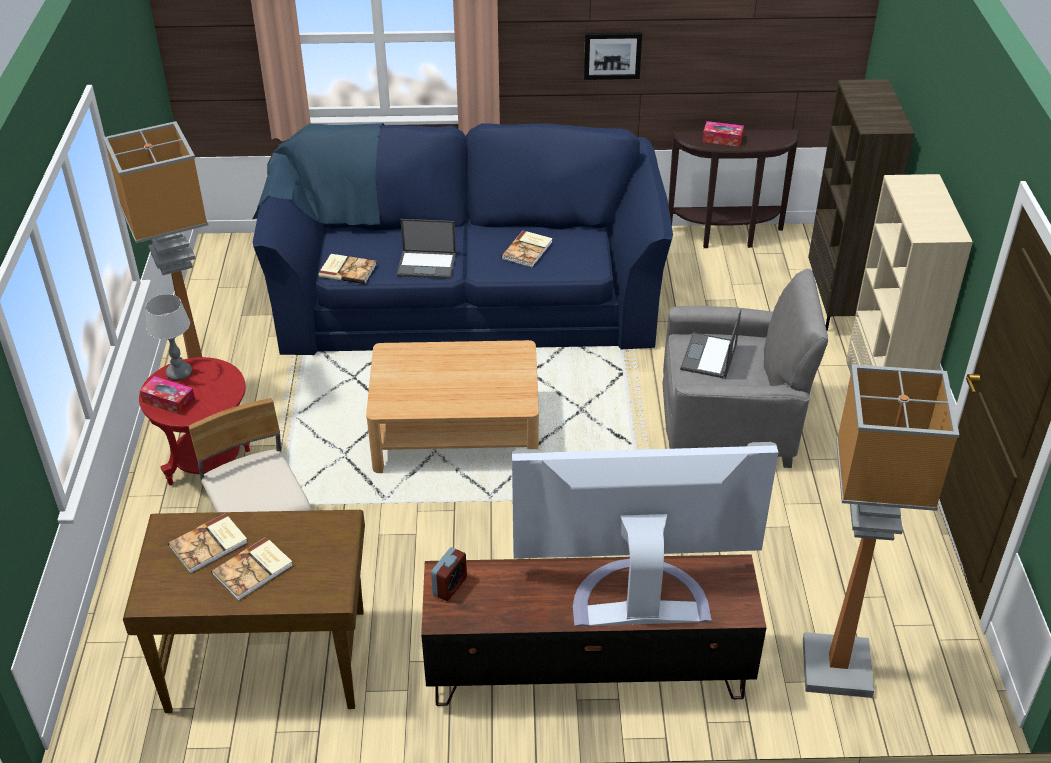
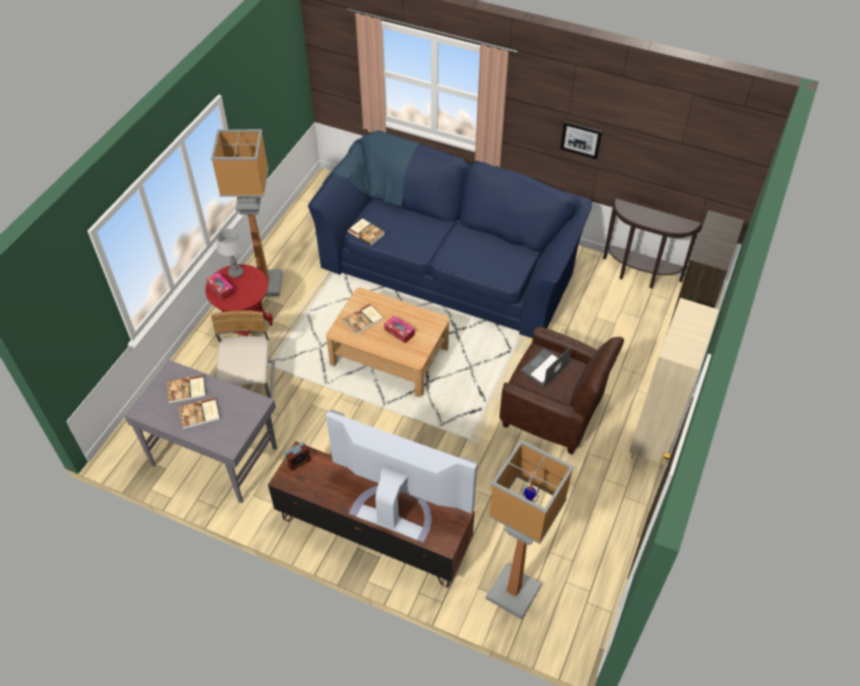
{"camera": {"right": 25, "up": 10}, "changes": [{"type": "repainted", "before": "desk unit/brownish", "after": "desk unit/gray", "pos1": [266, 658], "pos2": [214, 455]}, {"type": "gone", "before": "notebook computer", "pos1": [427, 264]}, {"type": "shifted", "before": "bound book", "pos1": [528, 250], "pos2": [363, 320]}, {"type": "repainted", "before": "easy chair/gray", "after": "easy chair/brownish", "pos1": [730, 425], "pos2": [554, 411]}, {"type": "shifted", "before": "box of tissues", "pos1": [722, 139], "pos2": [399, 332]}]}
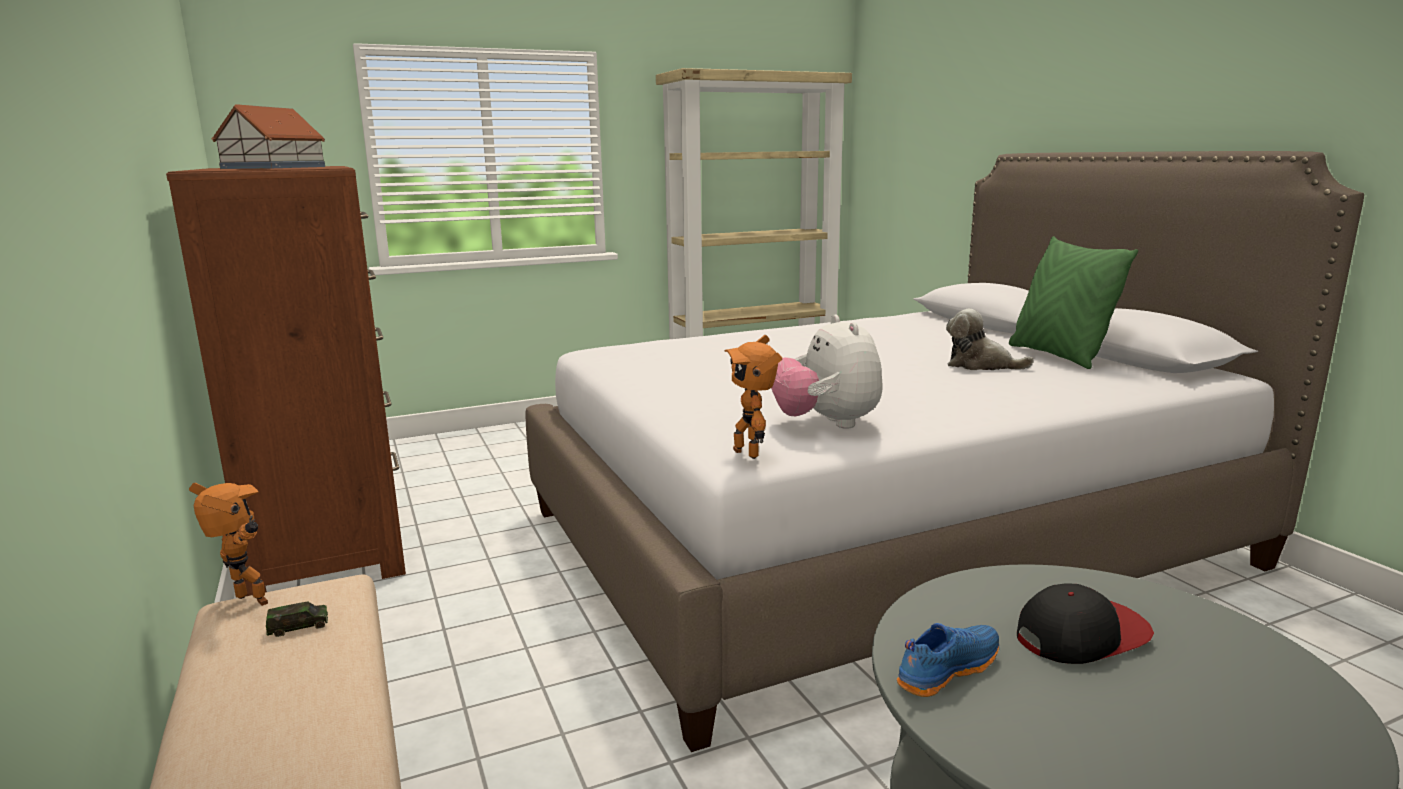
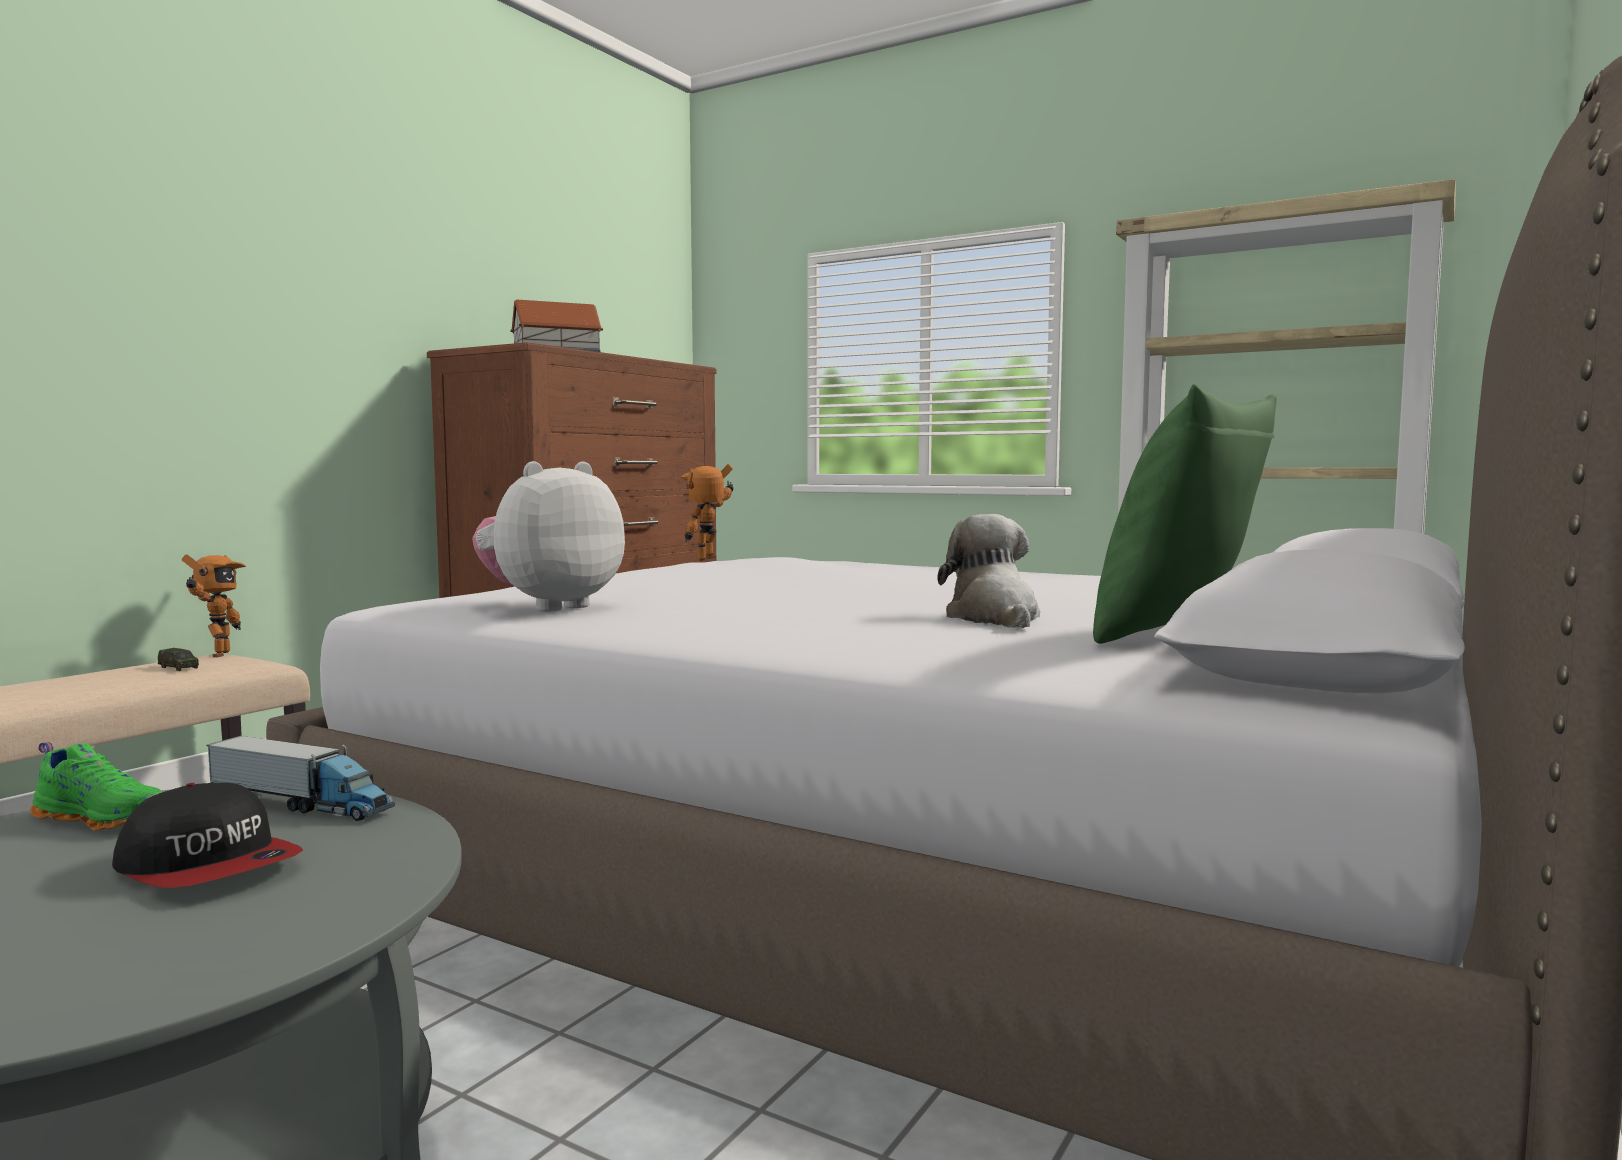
{"camera": {"right": 55, "up": -10}, "changes": [{"type": "shifted", "before": "toy robot", "pos1": [749, 452], "pos2": [710, 559]}, {"type": "repainted", "before": "item of footwear/blue-coloured", "after": "item of footwear/greenish", "pos1": [945, 670], "pos2": [104, 818]}, {"type": "new", "after": "toy truck", "pos2": [301, 804]}]}
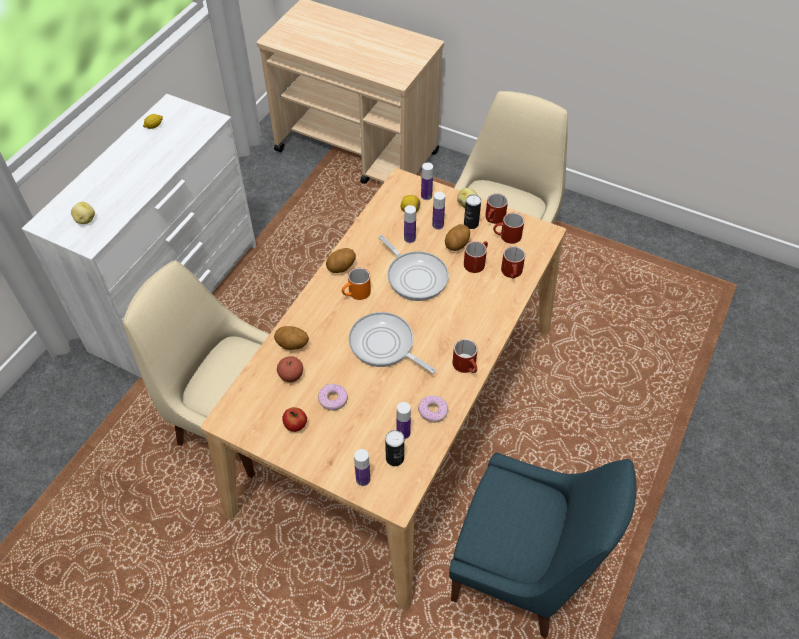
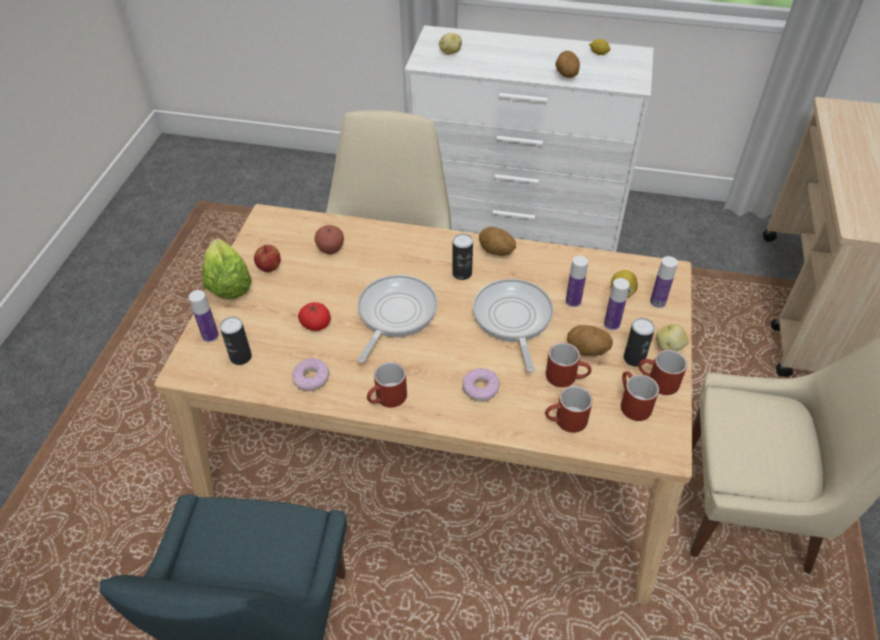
{"camera": {"right": 75, "up": -5}, "changes": [{"type": "shifted", "before": "spud", "pos1": [292, 345], "pos2": [566, 75]}, {"type": "shifted", "before": "doughnut", "pos1": [333, 400], "pos2": [480, 388]}, {"type": "swapped", "before": "coffee mug/orangey", "after": "metal can", "pos1": [356, 294], "pos2": [462, 273]}, {"type": "rotated", "before": "pan", "pos1": [415, 276], "pos2": [513, 319], "turn": 135}, {"type": "gone", "before": "bottle", "pos1": [403, 433]}, {"type": "new", "after": "lettuce head", "pos2": [227, 283]}, {"type": "new", "after": "whole tomato", "pos2": [316, 324]}]}
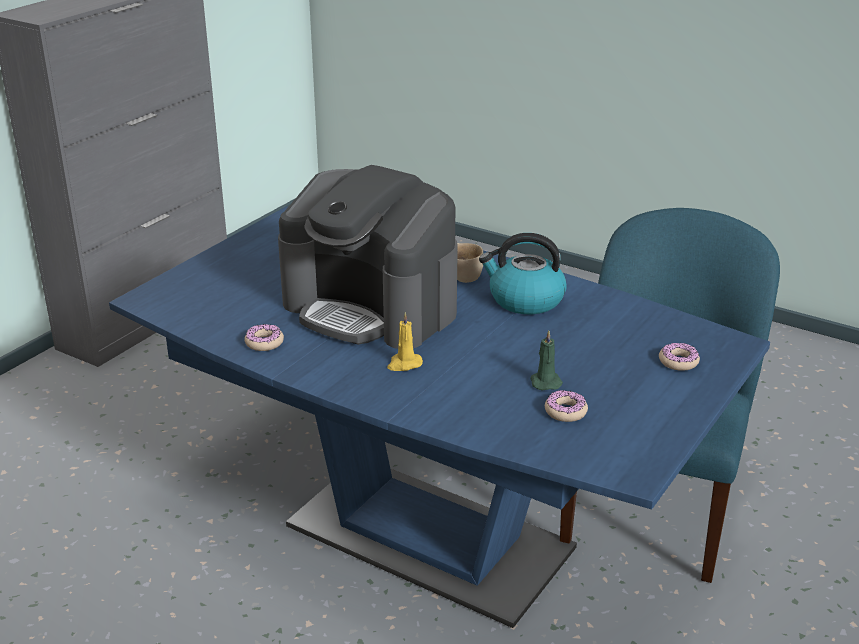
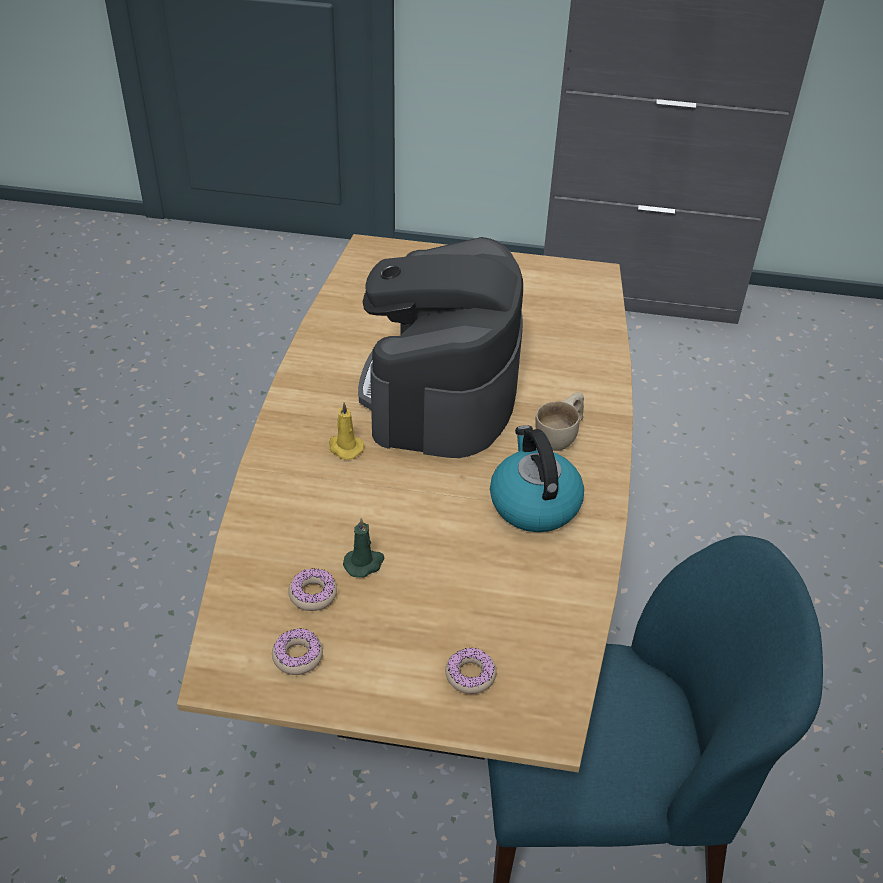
{"camera": {"right": 65, "up": 15}, "changes": [{"type": "repainted", "before": "dinner table/blue-coloured", "after": "dinner table/brownish", "pos1": [429, 538], "pos2": [434, 627]}, {"type": "shifted", "before": "doughnut", "pos1": [264, 343], "pos2": [297, 656]}]}
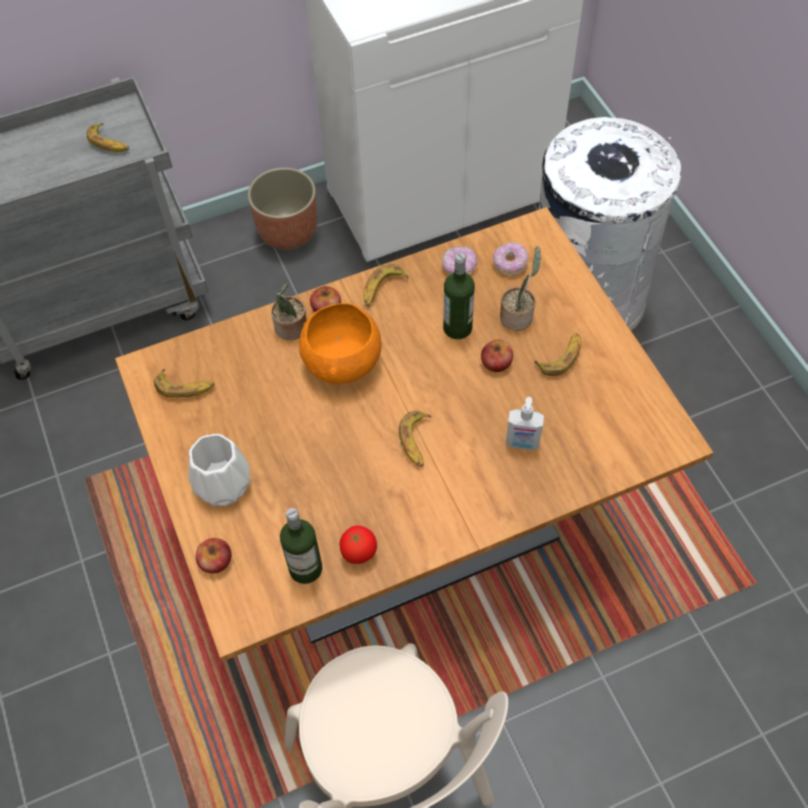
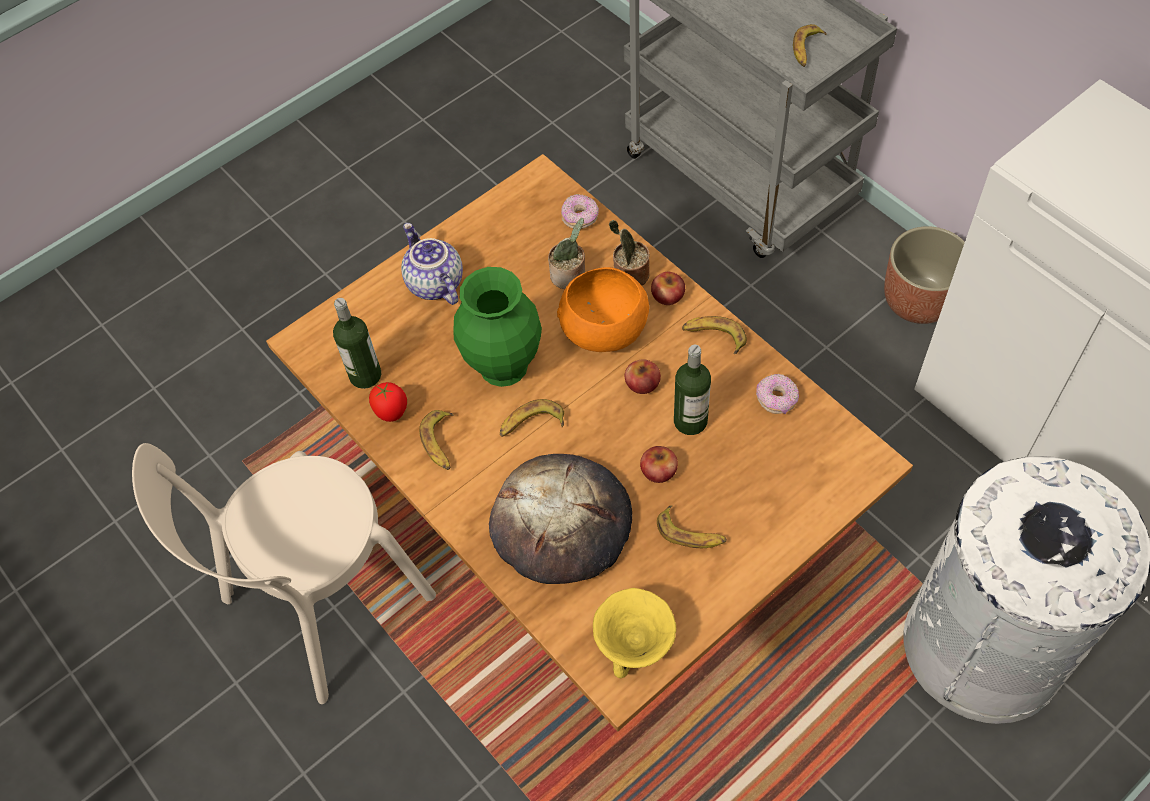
{"camera": {"right": 75, "up": 0}, "changes": [{"type": "shifted", "before": "banana fruit", "pos1": [185, 387], "pos2": [440, 443]}, {"type": "swapped", "before": "vase/whitish", "after": "tea pot", "pos1": [224, 485], "pos2": [433, 284]}, {"type": "shifted", "before": "apple fruit", "pos1": [215, 560], "pos2": [642, 383]}, {"type": "shifted", "before": "doughnut", "pos1": [509, 264], "pos2": [580, 218]}, {"type": "shifted", "before": "plant in a pot", "pos1": [518, 316], "pos2": [570, 276]}, {"type": "swapped", "before": "liquid soap bottle", "after": "baked bread", "pos1": [522, 443], "pos2": [562, 522]}, {"type": "new", "after": "vase/greenish", "pos2": [504, 364]}, {"type": "new", "after": "deep dish/yellow-coloured", "pos2": [635, 645]}]}
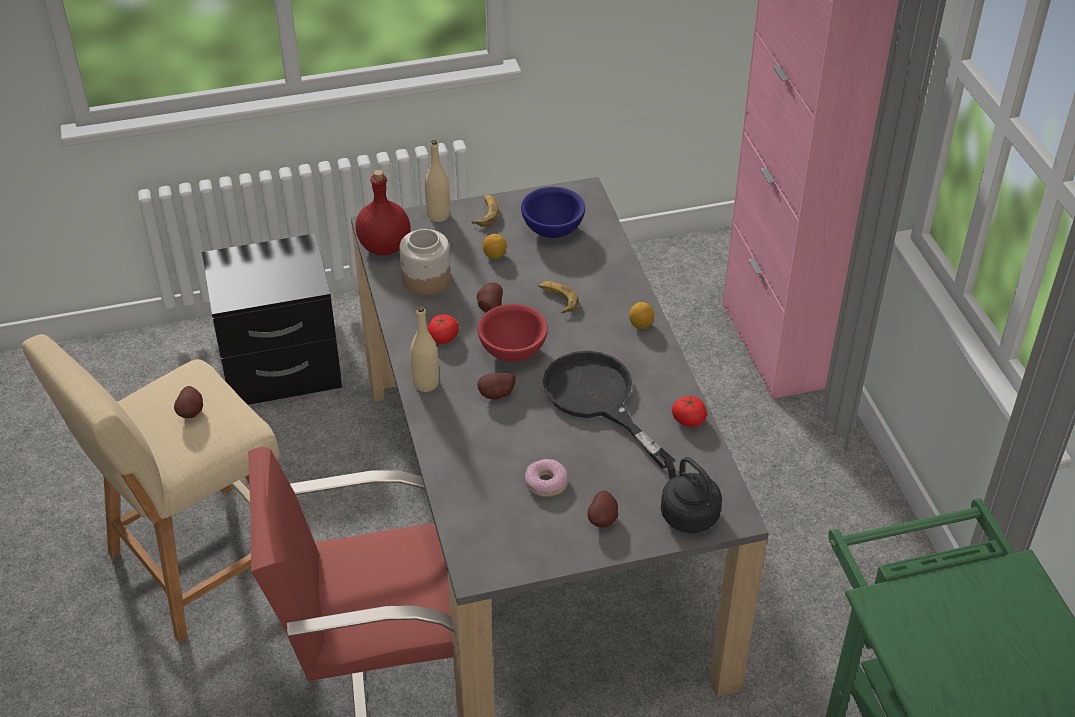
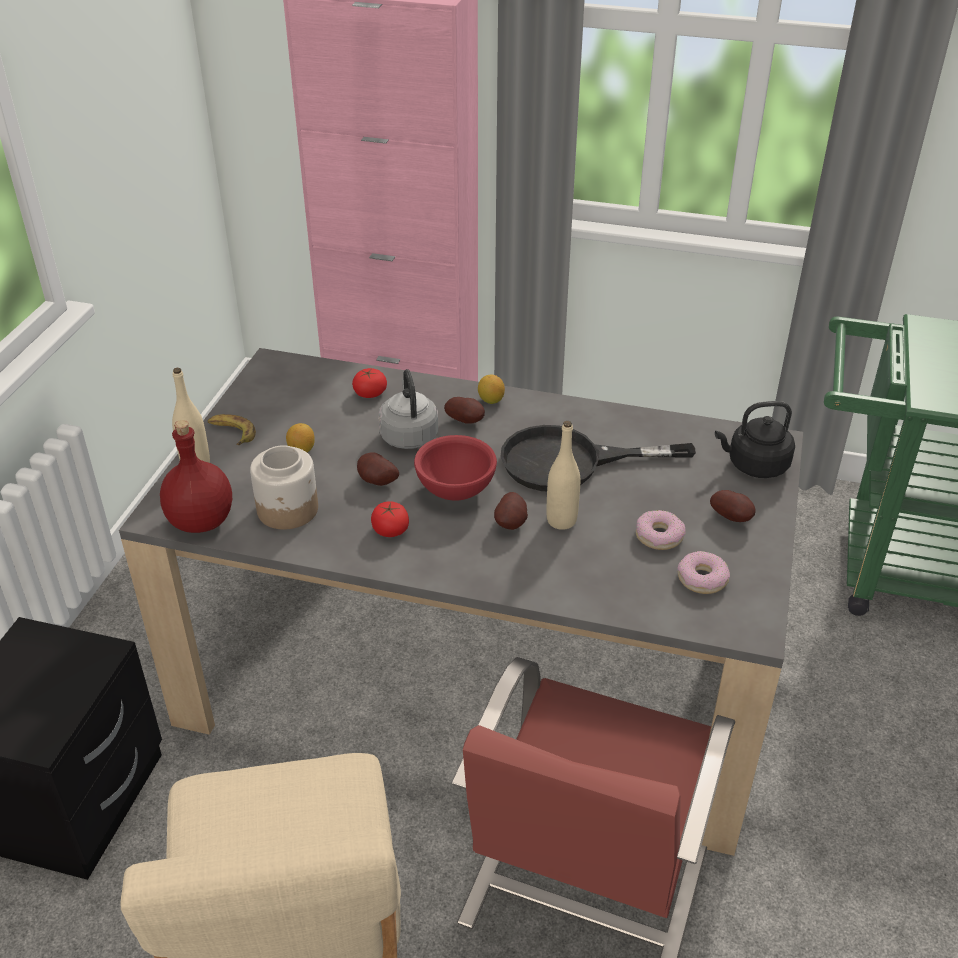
{"camera": {"right": -60, "up": -5}, "changes": [{"type": "shifted", "before": "spud", "pos1": [192, 412], "pos2": [466, 421]}, {"type": "shifted", "before": "bottle/beige-coloured", "pos1": [426, 383], "pos2": [561, 520]}, {"type": "gone", "before": "deep dish/blue-coloured", "pos1": [553, 230]}, {"type": "swapped", "before": "banana fruit", "after": "kettle/gray", "pos1": [557, 299], "pos2": [408, 435]}, {"type": "shifted", "before": "whole tomato", "pos1": [688, 419], "pos2": [370, 393]}, {"type": "new", "after": "doughnut", "pos2": [702, 579]}]}
